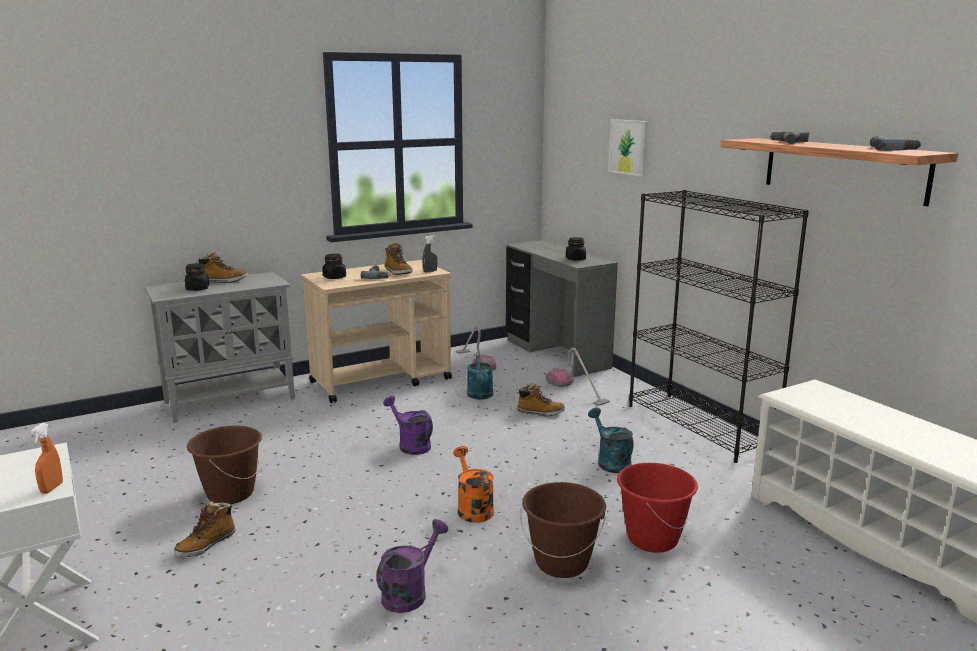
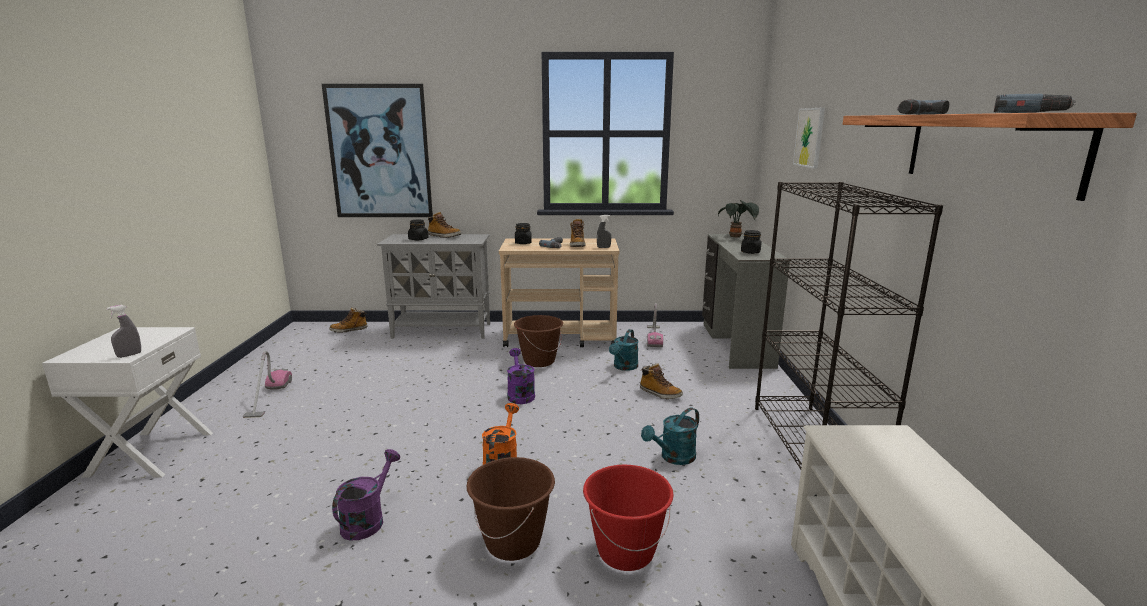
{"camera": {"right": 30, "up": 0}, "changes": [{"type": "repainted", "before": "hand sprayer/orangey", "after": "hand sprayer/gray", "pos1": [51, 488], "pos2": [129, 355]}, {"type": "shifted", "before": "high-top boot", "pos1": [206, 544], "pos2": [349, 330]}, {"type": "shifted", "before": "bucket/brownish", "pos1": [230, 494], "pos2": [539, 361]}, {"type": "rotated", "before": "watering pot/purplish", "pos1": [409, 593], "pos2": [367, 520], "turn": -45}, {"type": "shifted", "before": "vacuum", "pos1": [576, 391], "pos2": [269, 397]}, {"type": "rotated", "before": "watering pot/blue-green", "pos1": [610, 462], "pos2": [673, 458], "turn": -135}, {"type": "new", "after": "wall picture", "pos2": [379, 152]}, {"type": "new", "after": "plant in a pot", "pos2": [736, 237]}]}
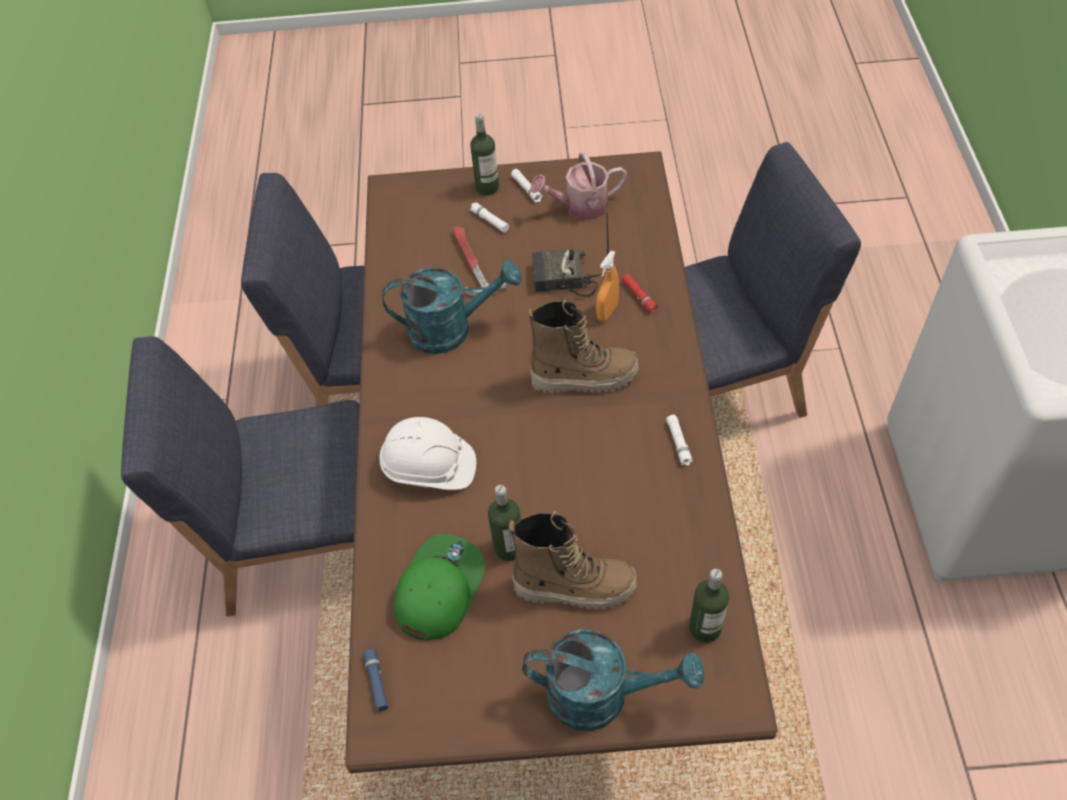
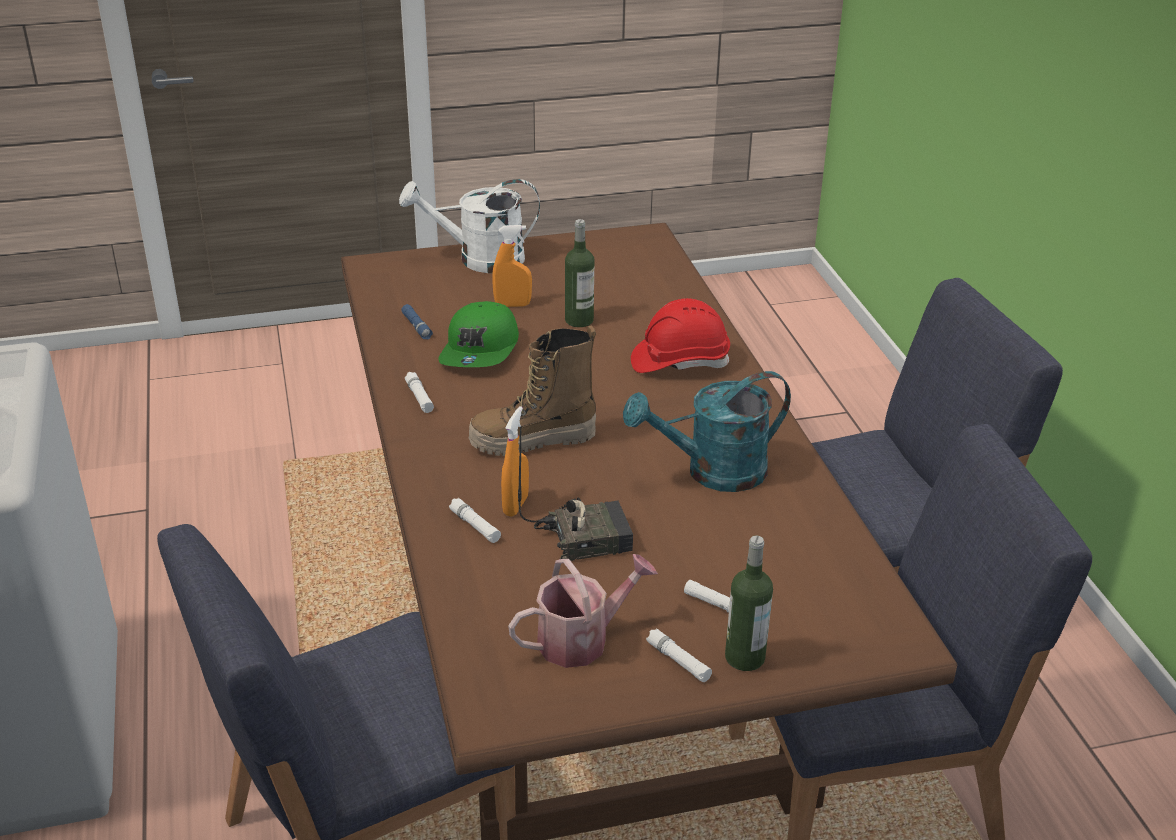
{"camera": {"right": 165, "up": -20}, "changes": [{"type": "shifted", "before": "torch/blue-coloured", "pos1": [376, 681], "pos2": [417, 326]}, {"type": "repainted", "before": "hard hat/whitish", "after": "hard hat/red", "pos1": [429, 467], "pos2": [679, 361]}, {"type": "shifted", "before": "cap/greenish", "pos1": [438, 589], "pos2": [481, 350]}, {"type": "gone", "before": "tool hammer", "pos1": [471, 264]}, {"type": "swapped", "before": "high-top boot", "after": "hand sprayer/orangey", "pos1": [574, 586], "pos2": [512, 305]}, {"type": "repainted", "before": "watering pot/blue-green", "after": "watering pot/whitish", "pos1": [602, 695], "pos2": [479, 259]}, {"type": "repainted", "before": "torch/red", "after": "torch/whitish", "pos1": [639, 296], "pos2": [475, 525]}, {"type": "gone", "before": "bottle", "pos1": [705, 628]}]}
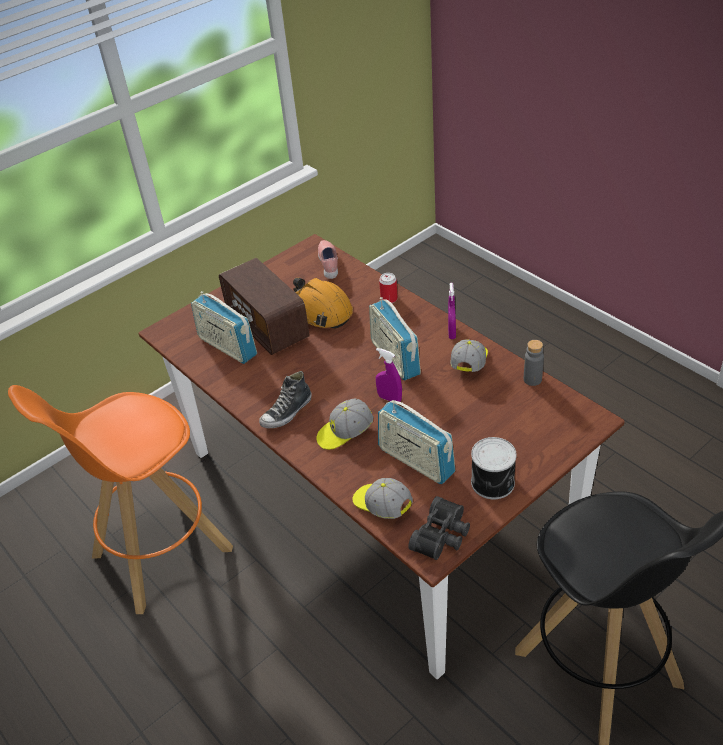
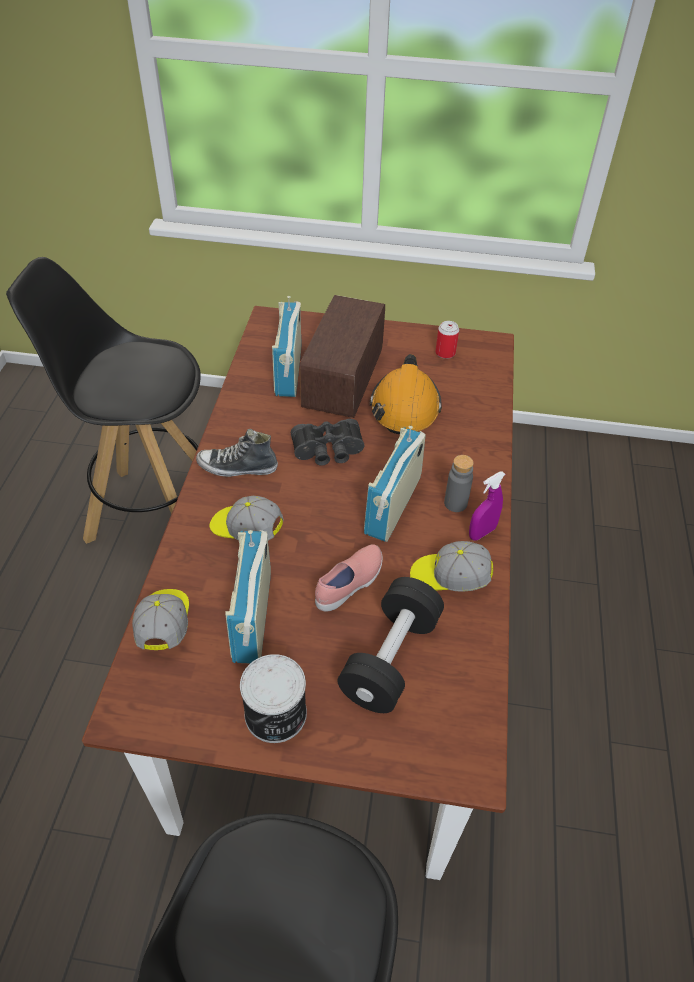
{"camera": {"right": 45, "up": 5}, "changes": [{"type": "repainted", "before": "stool seat/orangey", "after": "stool seat/black", "pos1": [160, 553], "pos2": [154, 512]}, {"type": "shifted", "before": "item of footwear/pink-coloured", "pos1": [329, 264], "pos2": [350, 585]}, {"type": "gone", "before": "hand sprayer/purplish", "pos1": [389, 398]}, {"type": "shifted", "before": "metal can", "pos1": [389, 299], "pos2": [445, 353]}, {"type": "shifted", "before": "pair of binoculars/black", "pos1": [443, 536], "pos2": [328, 452]}, {"type": "rotated", "before": "cap", "pos1": [469, 363], "pos2": [449, 577], "turn": -150}, {"type": "shifted", "before": "bottle/gray", "pos1": [532, 379], "pos2": [455, 503]}, {"type": "new", "after": "free weight/black", "pos2": [390, 658]}]}
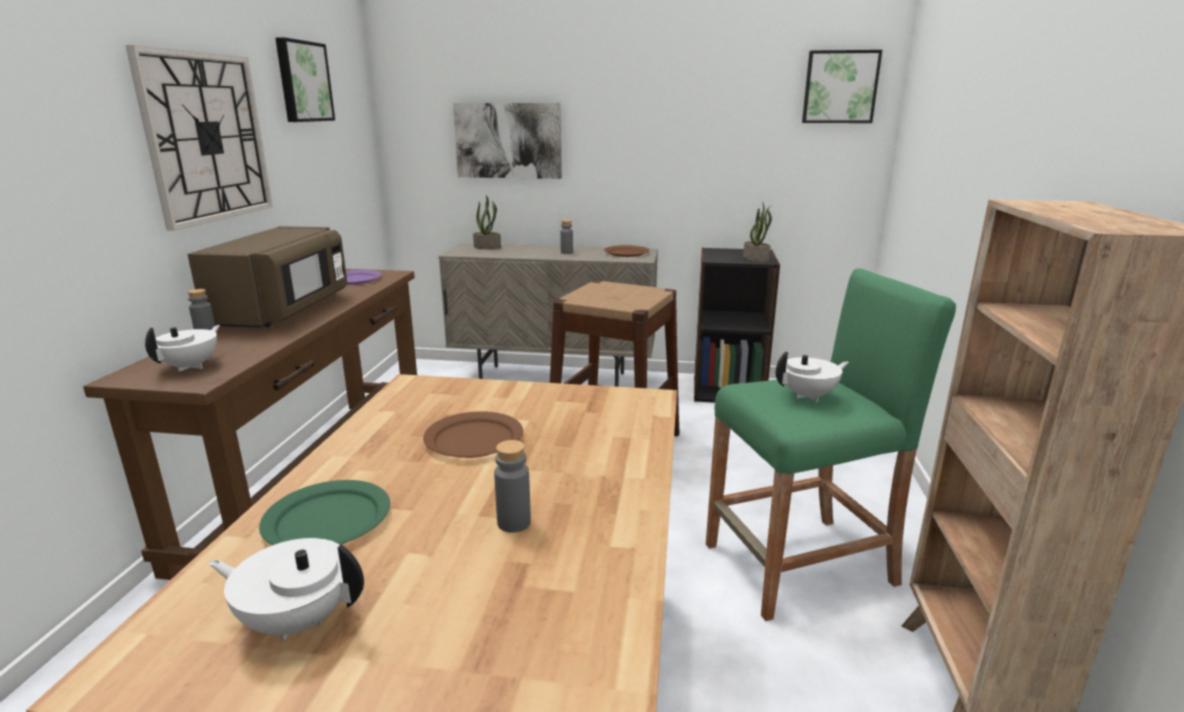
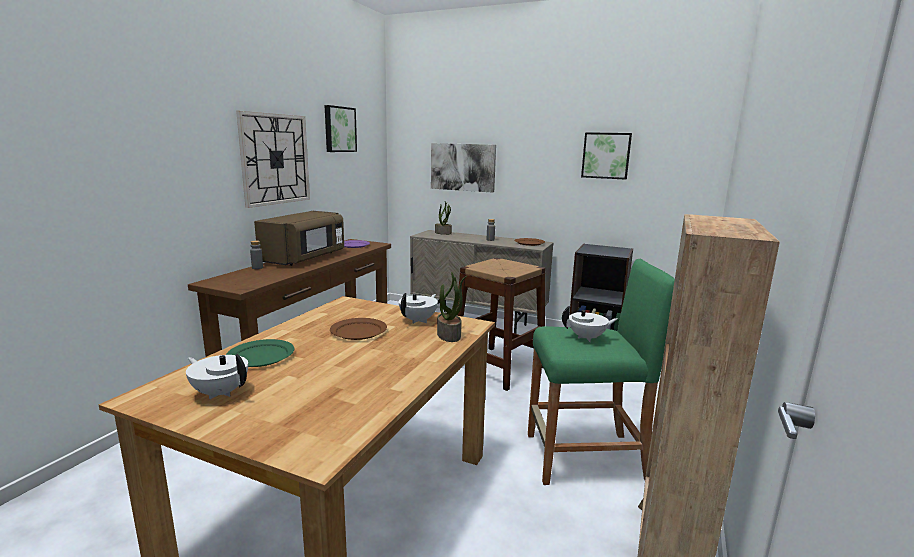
{"camera": {"right": 15, "up": -5}, "changes": [{"type": "shifted", "before": "tea pot/whitish", "pos1": [191, 366], "pos2": [419, 320]}, {"type": "gone", "before": "bottle/gray", "pos1": [514, 522]}, {"type": "shifted", "before": "plant in a pot", "pos1": [756, 259], "pos2": [449, 335]}, {"type": "shifted", "before": "wall picture", "pos1": [840, 87], "pos2": [606, 155]}]}
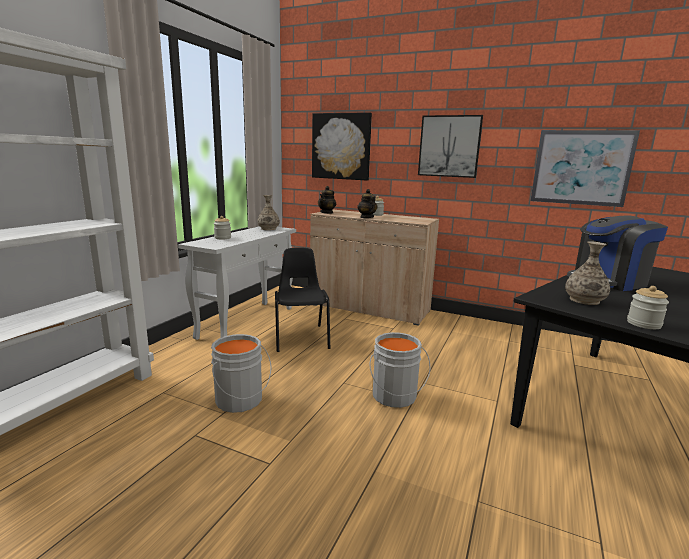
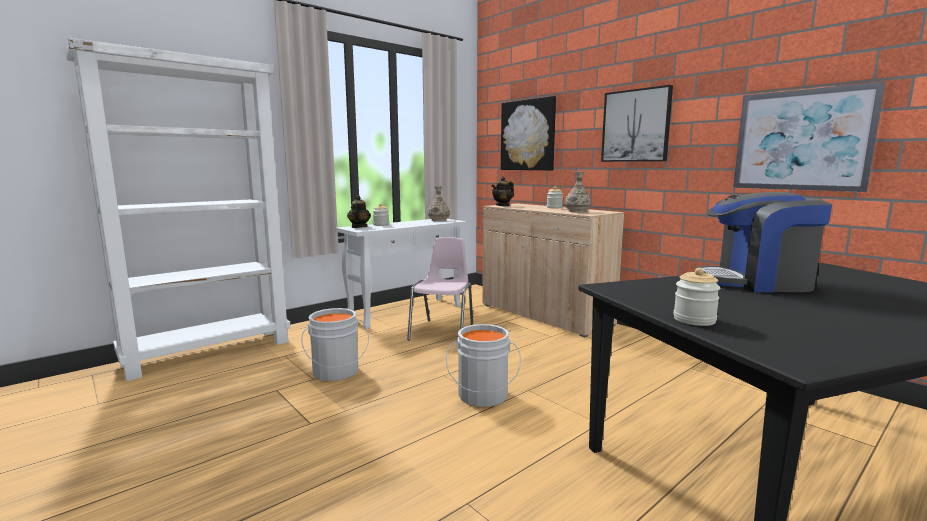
{"camera": {"right": 25, "up": -5}, "changes": [{"type": "repainted", "before": "chair/black", "after": "chair/pink-coloured", "pos1": [301, 337], "pos2": [443, 331]}, {"type": "shifted", "before": "tea pot", "pos1": [366, 217], "pos2": [359, 227]}, {"type": "shifted", "before": "vase", "pos1": [584, 300], "pos2": [577, 211]}]}
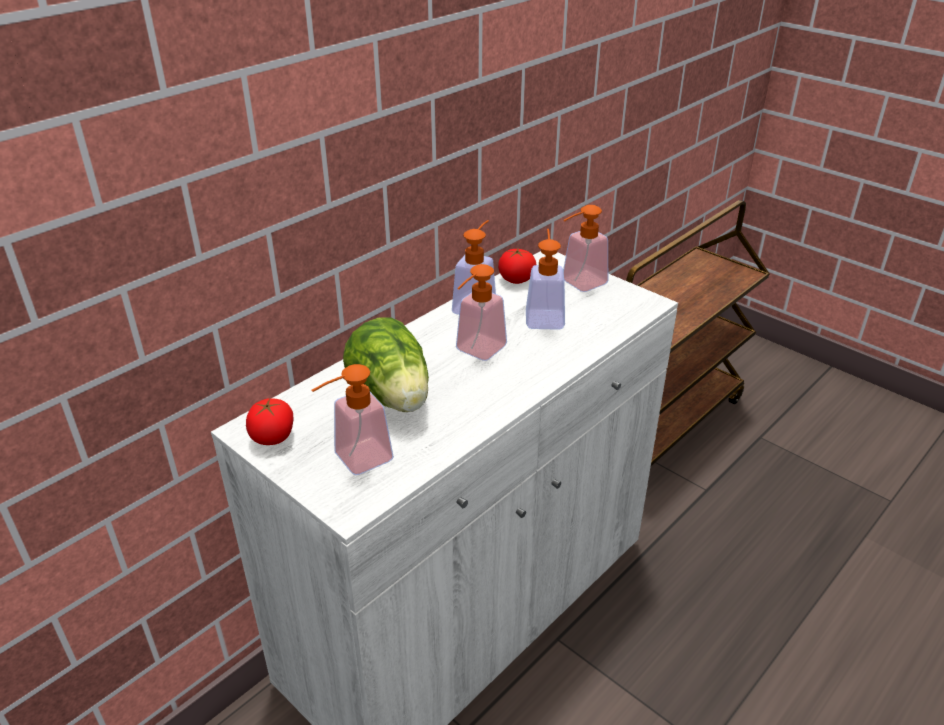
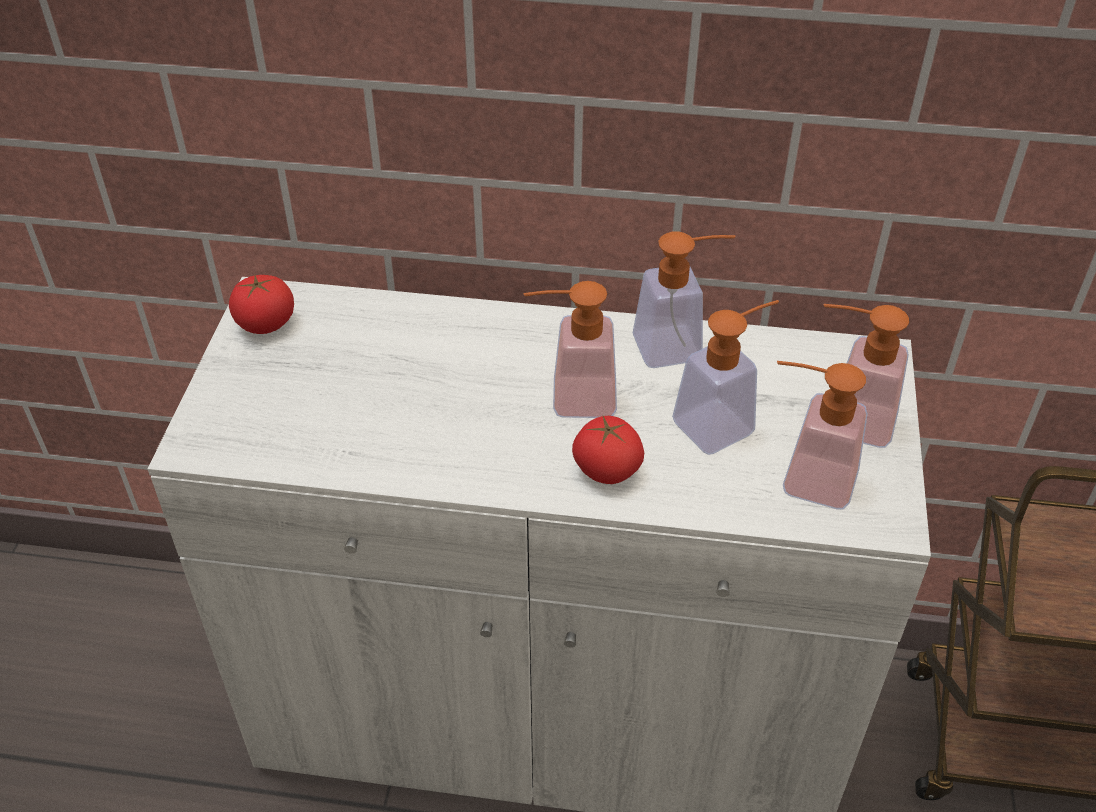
{"camera": {"right": 55, "up": 10}, "changes": [{"type": "shifted", "before": "liquid soap bottle", "pos1": [354, 461], "pos2": [805, 478]}, {"type": "gone", "before": "lettuce head", "pos1": [393, 397]}, {"type": "shifted", "before": "whole tomato", "pos1": [517, 279], "pos2": [607, 469]}]}
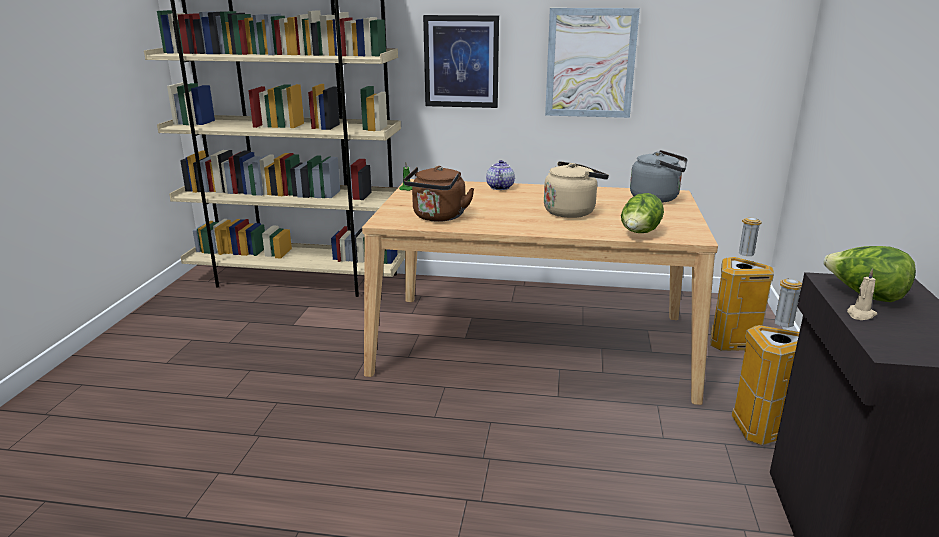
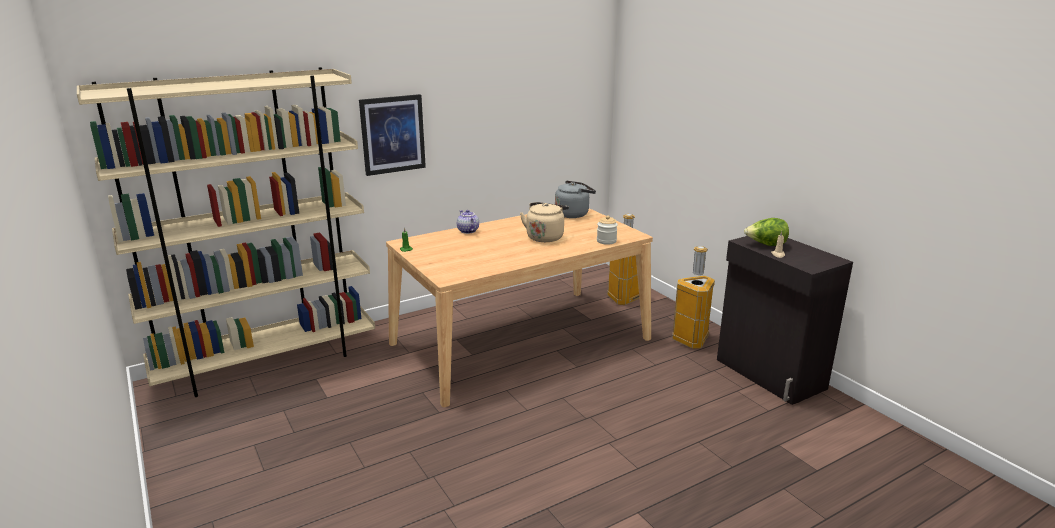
{"camera": {"right": -40, "up": 0}, "changes": [{"type": "gone", "before": "kettle/brownish", "pos1": [438, 217]}, {"type": "gone", "before": "wall picture", "pos1": [590, 63]}, {"type": "swapped", "before": "lettuce head", "after": "storage jar", "pos1": [639, 234], "pos2": [606, 241]}]}
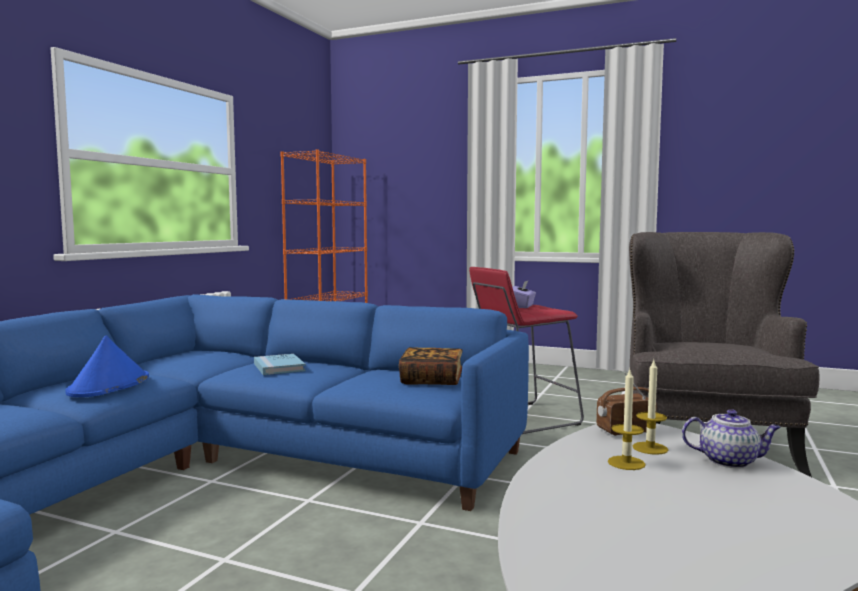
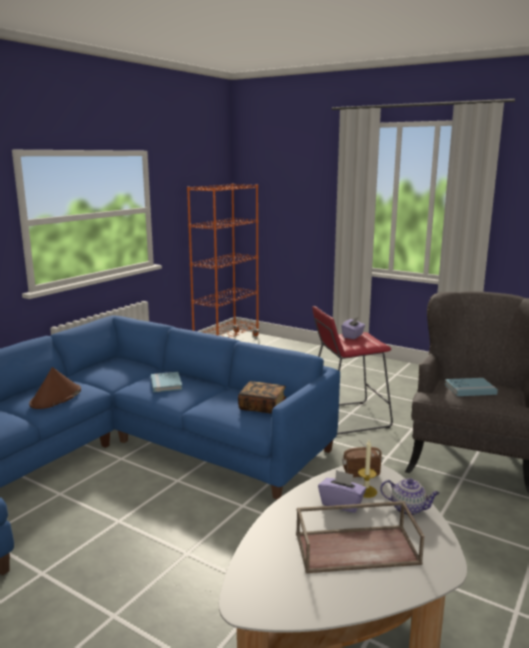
{"camera": {"right": 10, "up": 10}, "changes": [{"type": "repainted", "before": "wearable hat/blue-coloured", "after": "wearable hat/brownish", "pos1": [109, 385], "pos2": [56, 397]}, {"type": "swapped", "before": "candle", "after": "box of tissues/purplish", "pos1": [626, 463], "pos2": [341, 503]}, {"type": "new", "after": "tray/brownish", "pos2": [357, 548]}, {"type": "new", "after": "bound book/blue-coloured", "pos2": [470, 389]}]}
